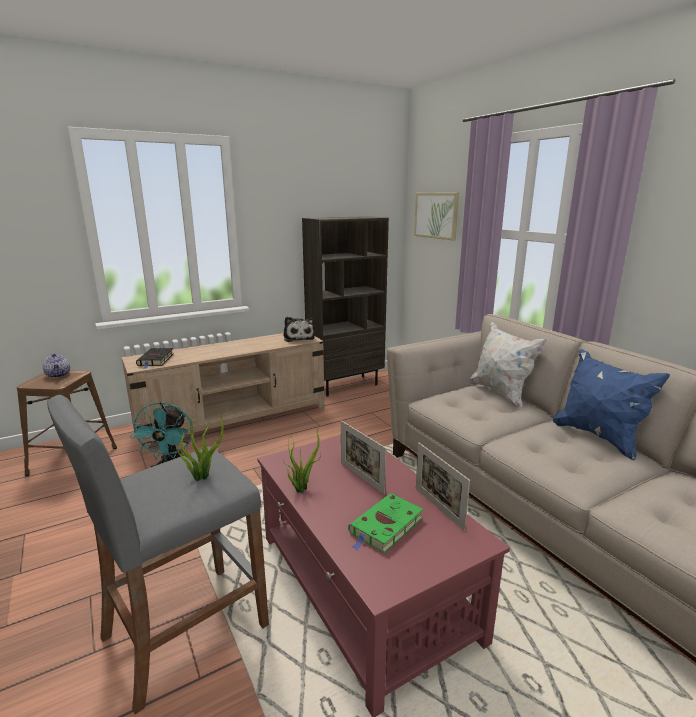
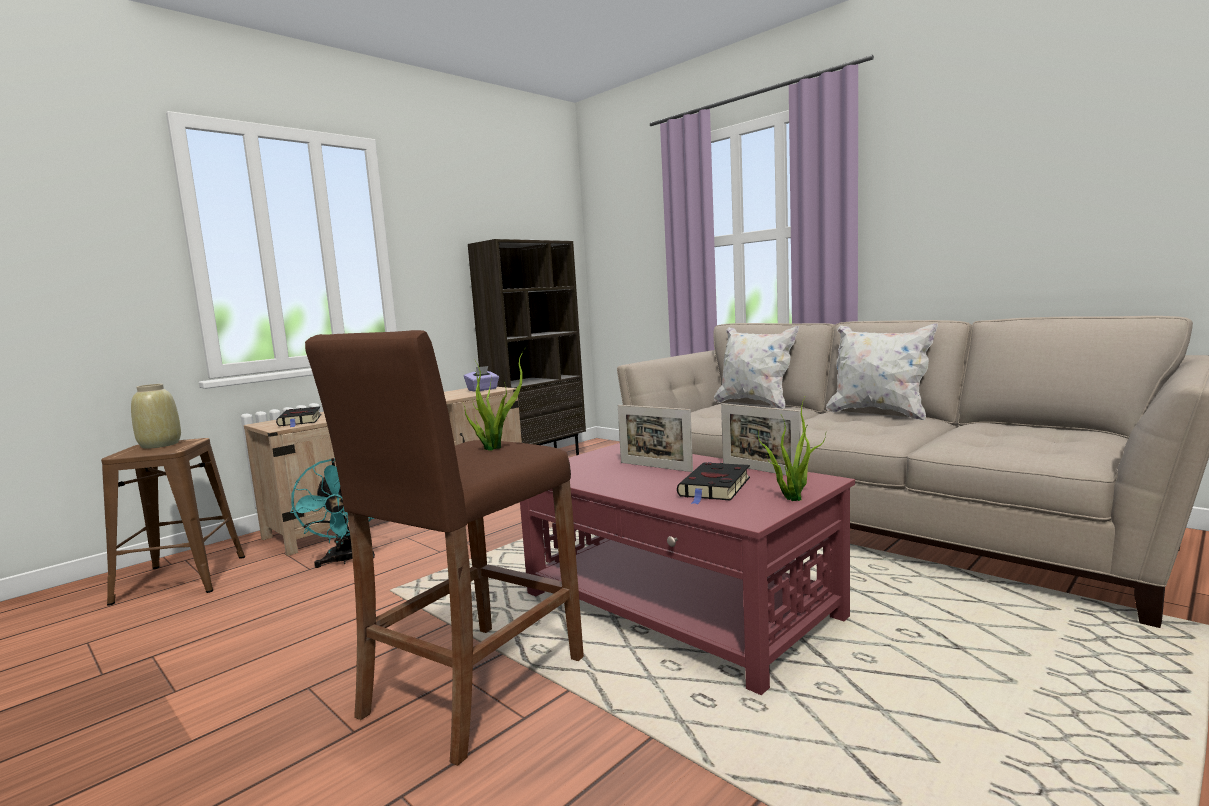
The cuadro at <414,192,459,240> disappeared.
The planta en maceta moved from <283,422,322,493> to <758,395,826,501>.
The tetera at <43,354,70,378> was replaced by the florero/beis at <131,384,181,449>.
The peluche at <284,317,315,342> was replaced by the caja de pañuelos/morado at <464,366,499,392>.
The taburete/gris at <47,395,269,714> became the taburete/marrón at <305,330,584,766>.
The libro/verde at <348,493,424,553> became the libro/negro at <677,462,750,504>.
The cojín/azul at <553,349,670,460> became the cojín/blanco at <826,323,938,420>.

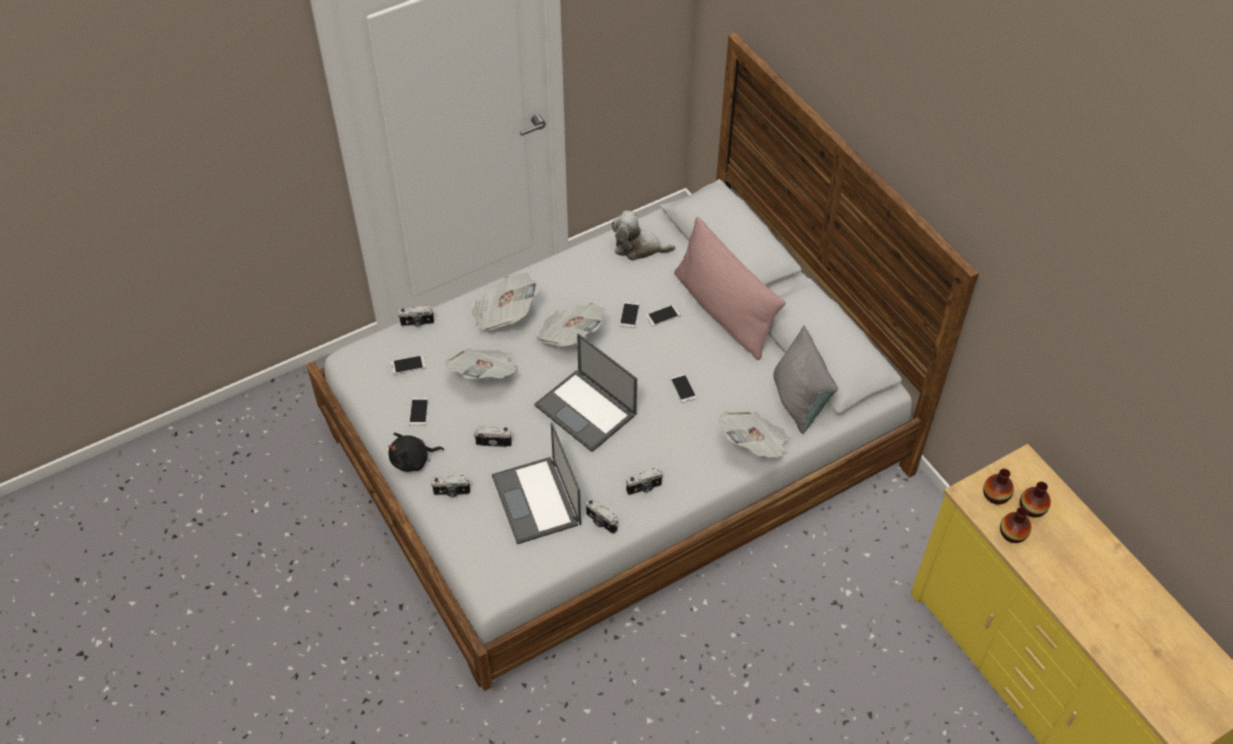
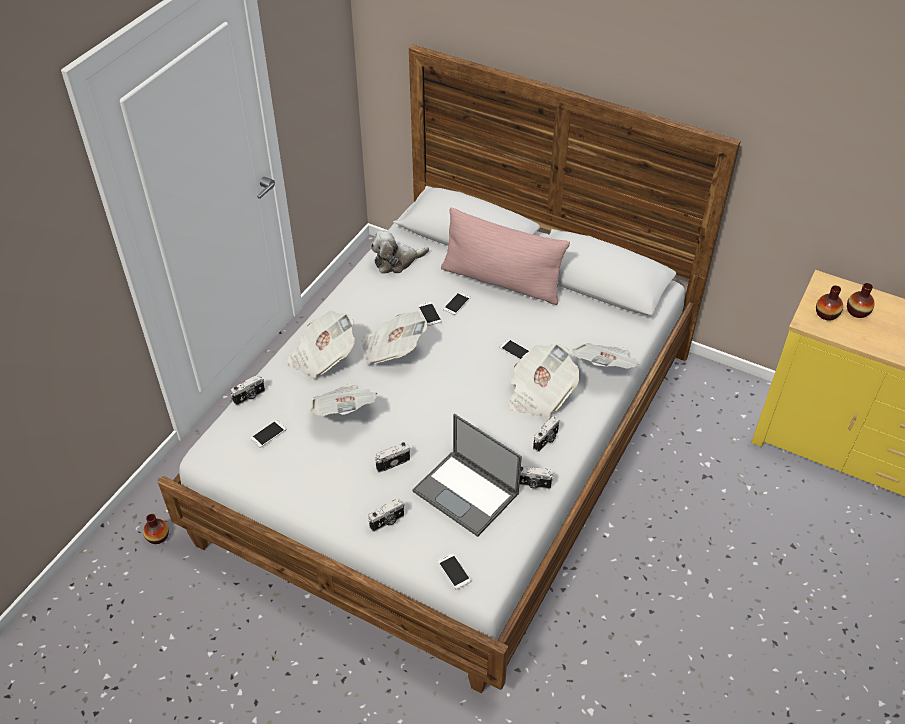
The peluche/negro at <388,433,444,472> disappeared.
The portátil at <535,333,637,452> disappeared.
The cojín/gris at <773,326,838,434> disappeared.
The periódico at <509,344,579,418> appeared.
The móvil moved from <409,397,429,426> to <437,553,471,590>.
The florero moved from <1000,507,1031,543> to <143,514,169,544>.

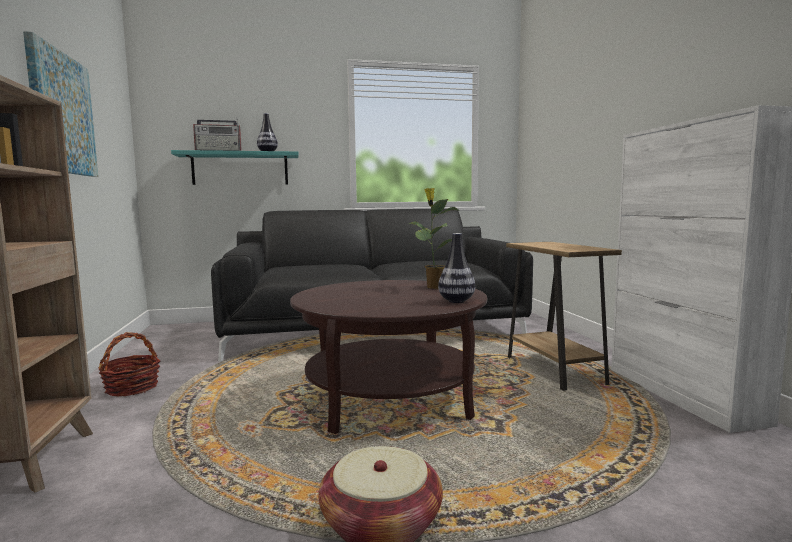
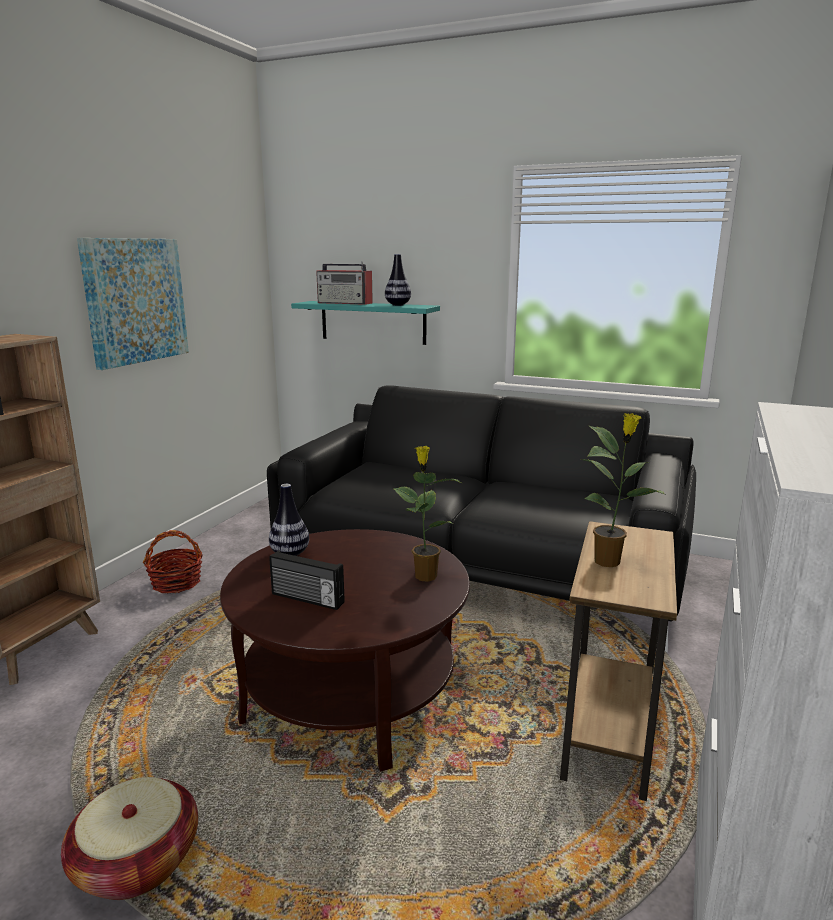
The radio at <269,550,345,610> appeared.
The planta en maceta at <580,413,667,567> appeared.
The florero moved from <438,233,475,303> to <269,484,309,556>.

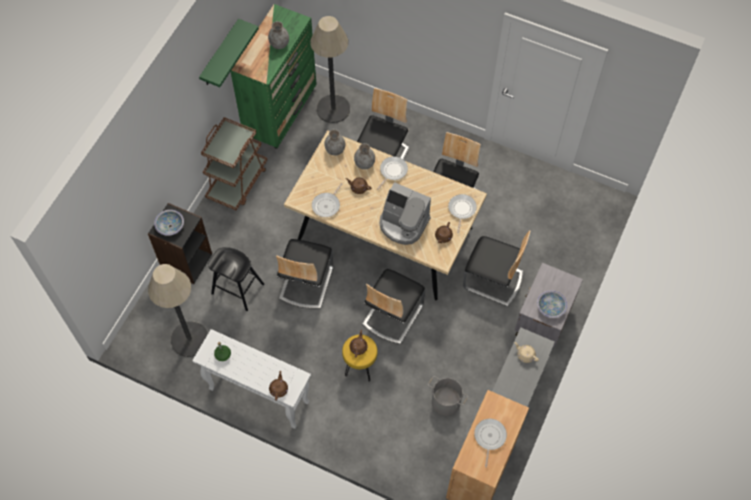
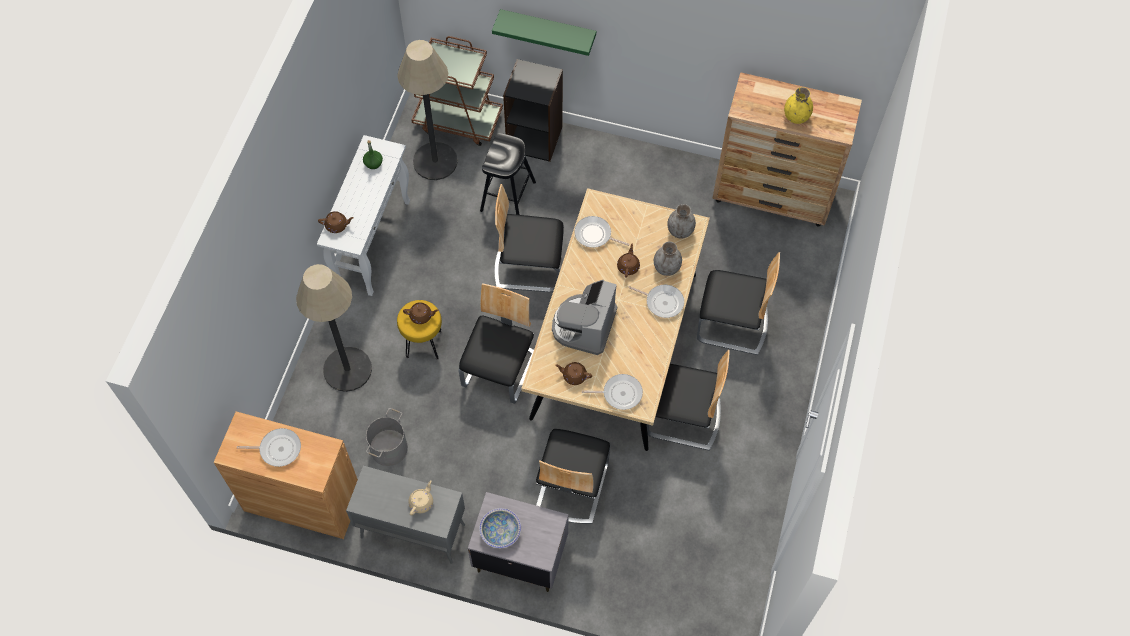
The cuenco at <154,210,184,236> disappeared.
The estante/verde moved from <199,19,259,87> to <492,9,596,56>.
The carrito/marrón moved from <201,117,267,211> to <411,36,503,146>.
The lámpara de pie moved from <310,16,350,123> to <296,264,372,392>.
The cómoda/verde at <231,4,316,149> became the cómoda/marrón at <712,72,862,226>.
The florero/gris at <268,21,289,49> became the florero/amarillo at <784,87,813,124>.
The silla at <362,269,425,344> turned 90 degrees clockwise.

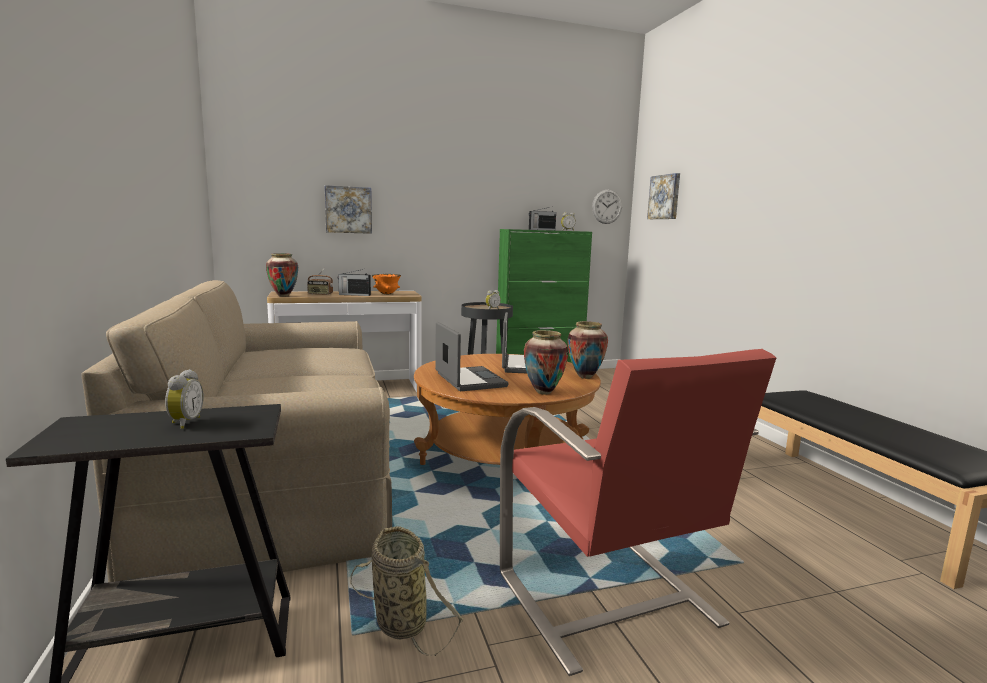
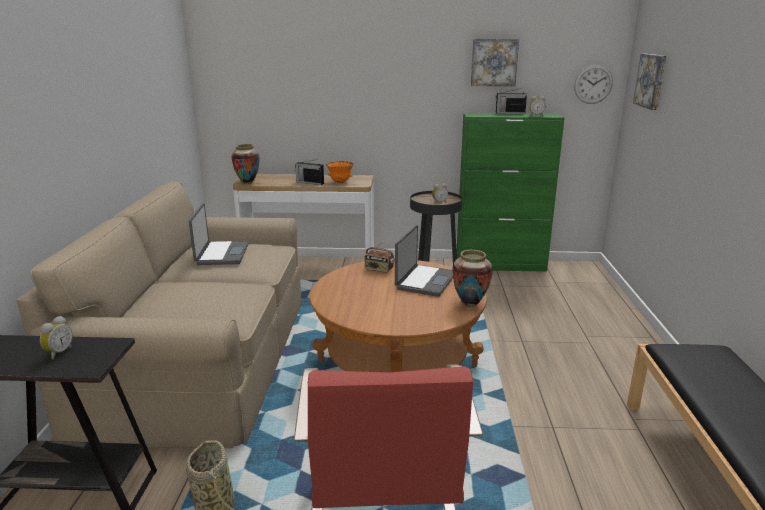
The florero at <524,330,568,395> disappeared.
The radio moved from <307,269,334,295> to <365,239,394,273>.
The cuadro moved from <325,185,372,234> to <471,39,519,86>.
The portátil moved from <435,322,509,391> to <189,204,249,265>.

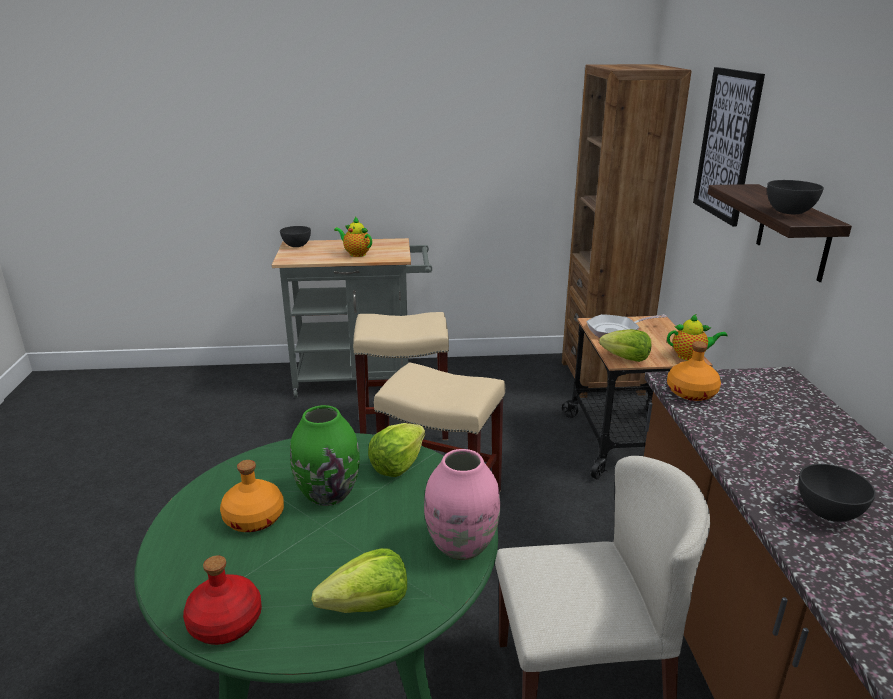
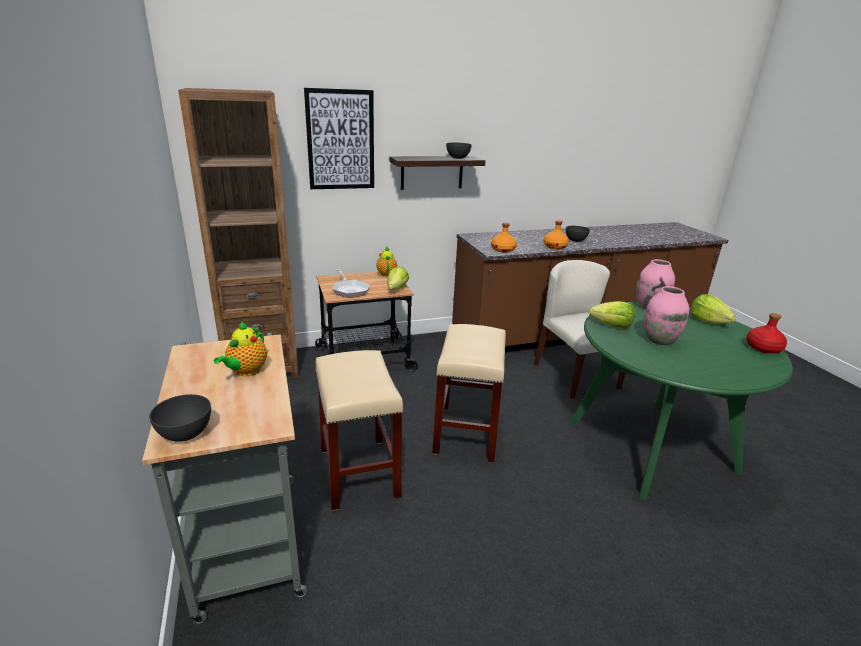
The botella/naranja moved from <220,460,284,532> to <543,220,569,249>.
The florero/verde at <290,405,360,506> became the florero/rosa at <644,286,689,345>.

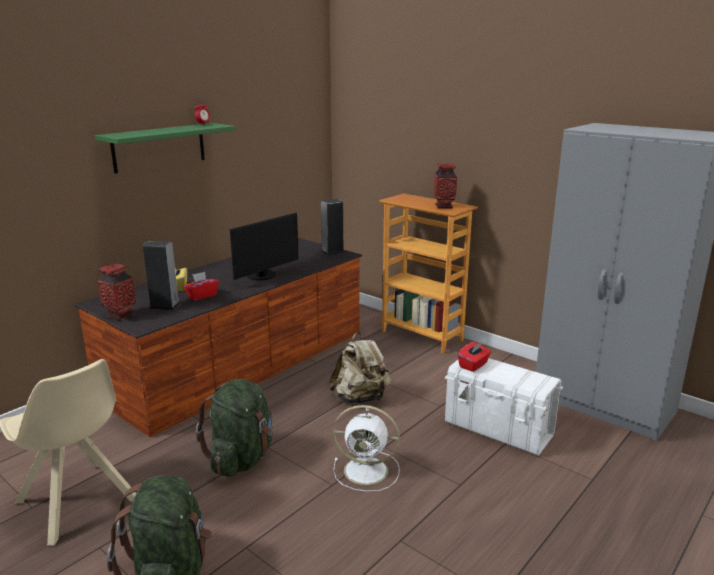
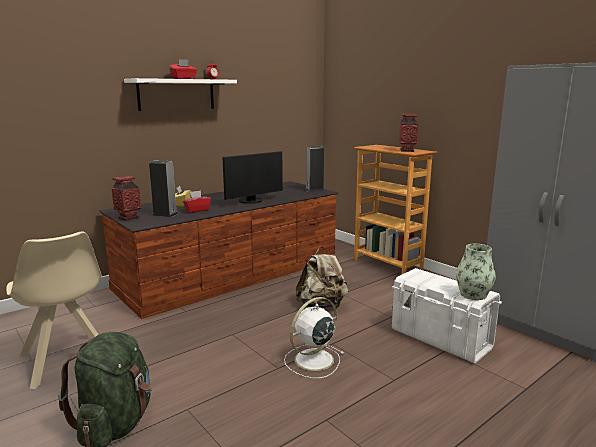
The mochila/verde at <196,379,273,477> disappeared.
The florero at <456,243,496,300> appeared.
The caja de pañuelos/rojo moved from <458,342,491,372> to <169,59,197,79>.
The estante/verde at <95,123,236,174> became the estante/blanco at <124,78,237,111>.
The ventilador/blanco at <333,405,400,492> turned 120 degrees clockwise.

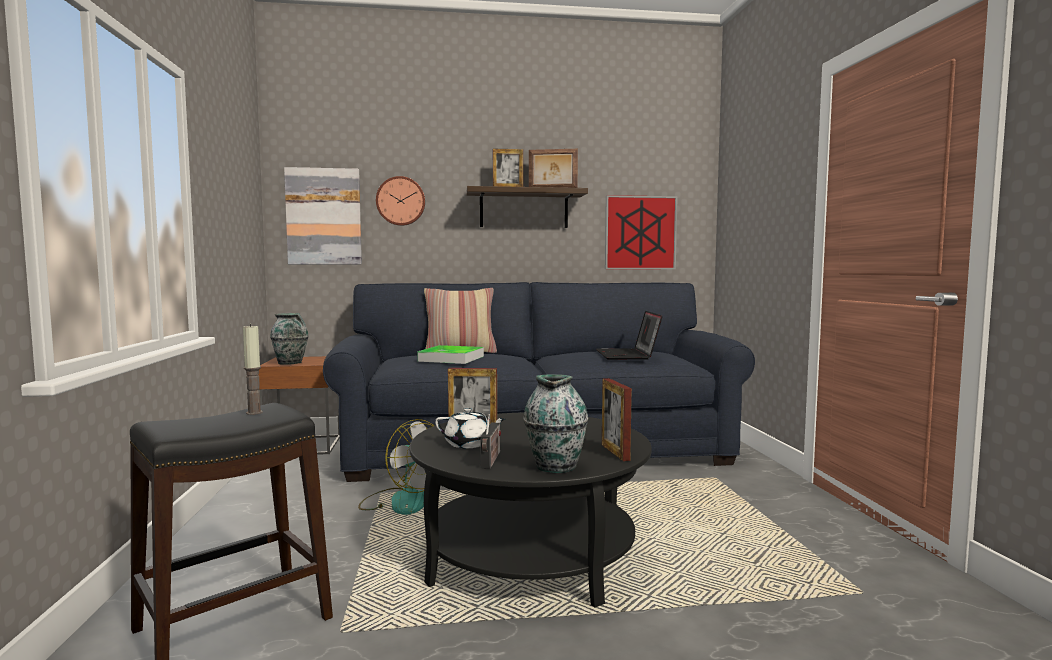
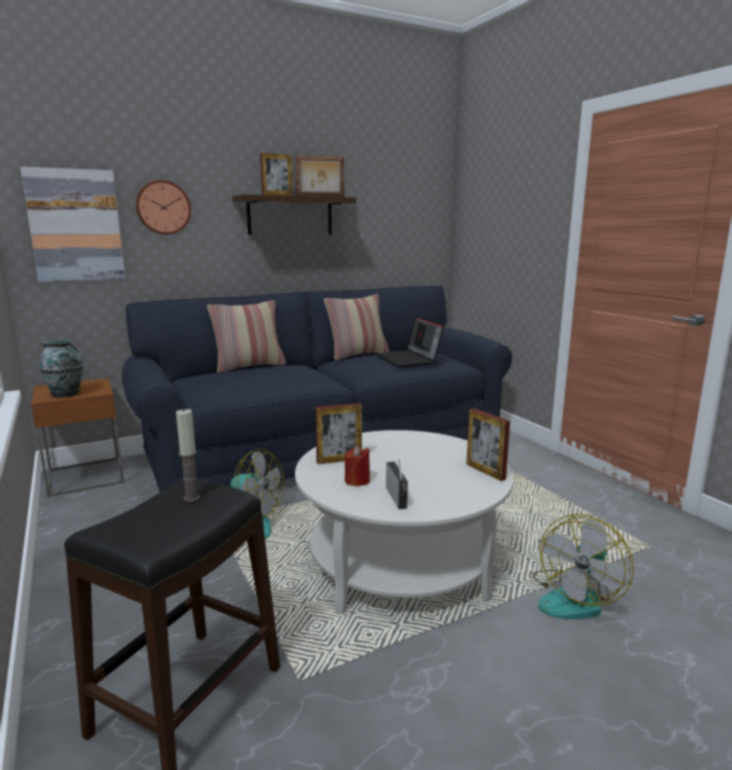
The bandeja at <418,345,484,364> disappeared.
The florero at <523,374,588,473> disappeared.
The cuadro at <605,195,678,269> disappeared.
The cojín at <324,294,389,360> appeared.
The ventilador at <533,514,634,619> appeared.
The tetera/blanco at <435,408,506,448> was replaced by the vela/rojo at <345,446,370,486>.
The mesa de centro/negro at <409,413,652,607> became the mesa de centro/blanco at <295,430,514,614>.

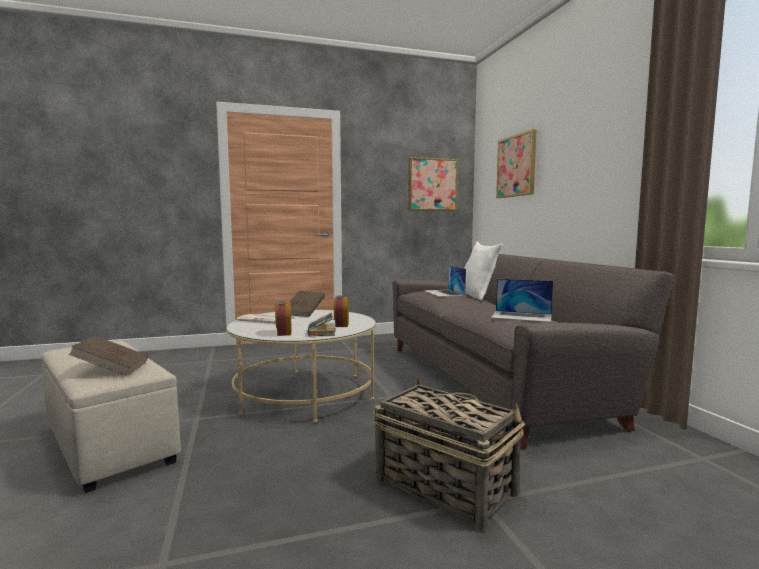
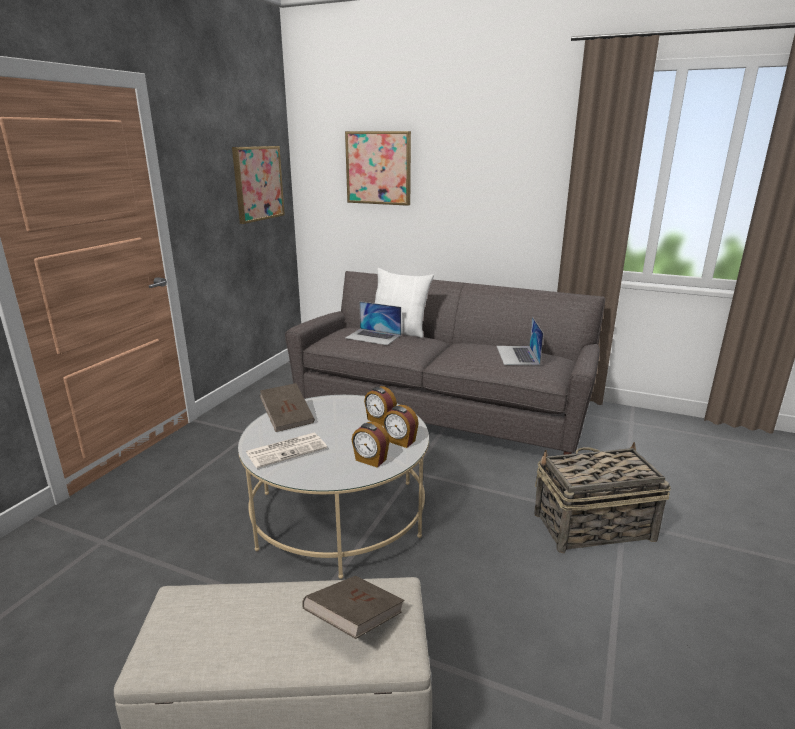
The libro at <307,312,336,337> was replaced by the despertador at <383,405,419,448>.
The portátil at <491,279,553,322> turned 120 degrees clockwise.

